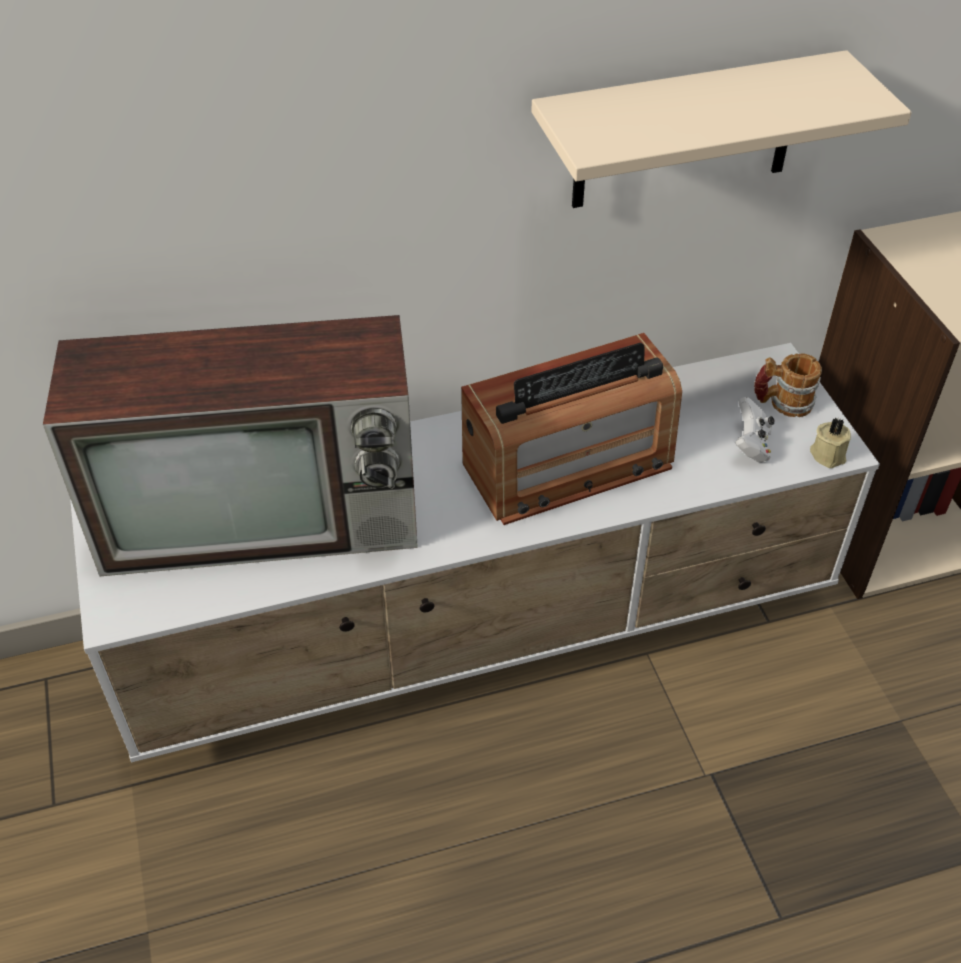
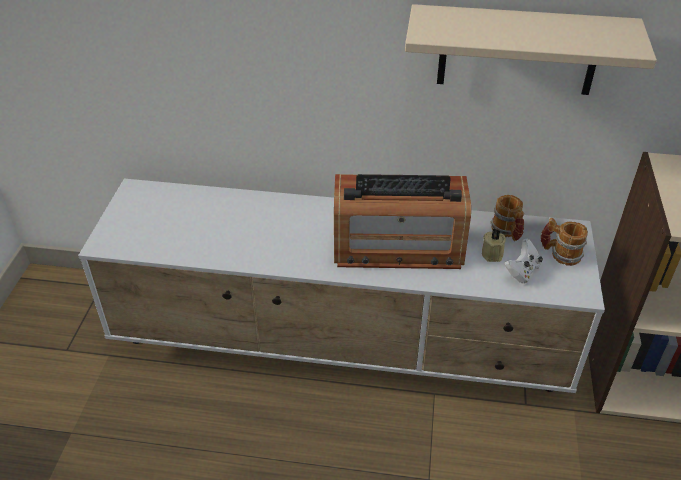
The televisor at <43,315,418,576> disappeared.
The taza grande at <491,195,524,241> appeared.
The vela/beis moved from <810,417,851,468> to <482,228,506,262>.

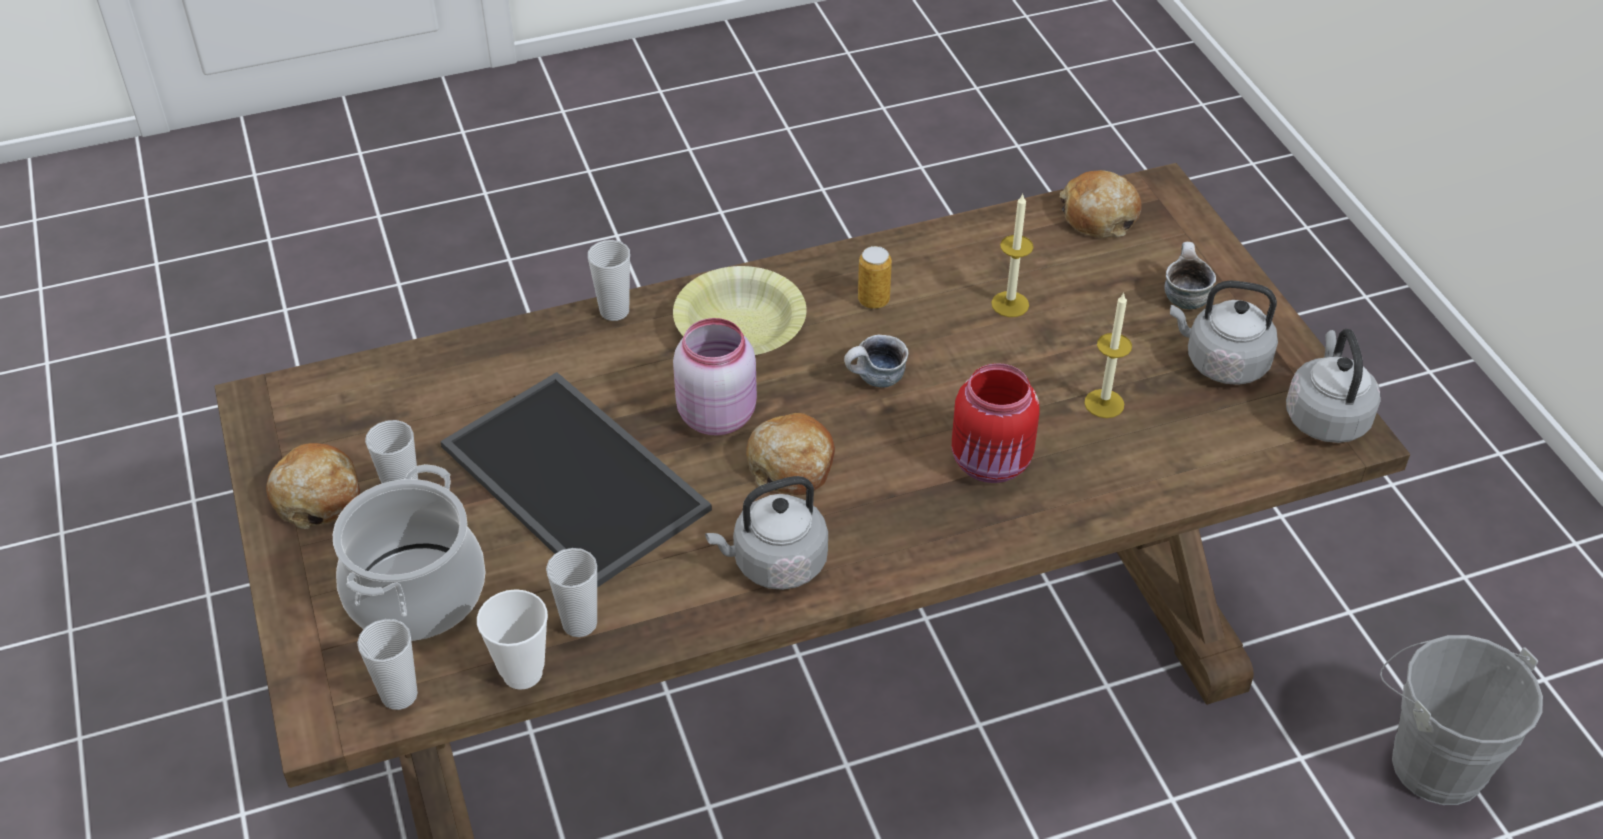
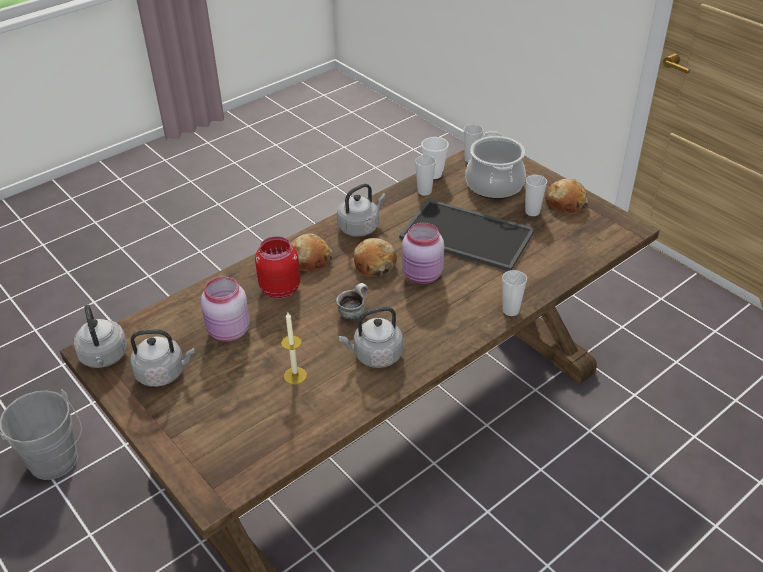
The cuenco/amarillo at <673,266,807,355> disappeared.
The taza grande at <1165,242,1216,309> disappeared.
The pan moved from <1059,170,1142,238> to <291,233,333,272>.
The lata at <858,246,892,309> was replaced by the hervidor/gris at <338,307,403,368>.
The vela at <1084,293,1132,418> was replaced by the tarro/rosa at <201,277,250,342>.

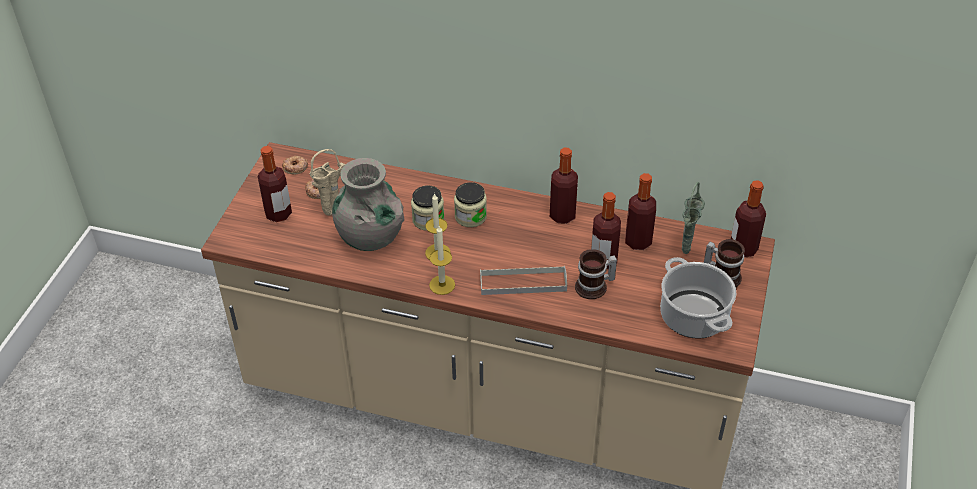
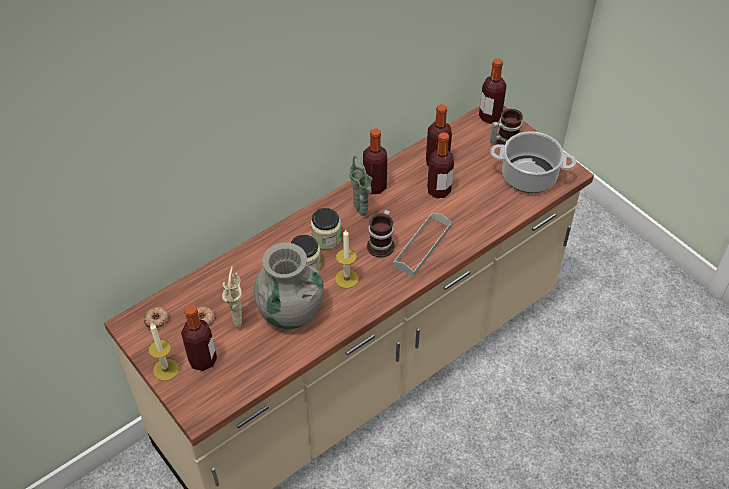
The vela moved from <429,226,455,295> to <148,323,179,381>.
The taza grande moved from <575,249,617,299> to <367,210,395,258>.
The florero/verde moved from <682,182,705,254> to <349,155,373,216>.

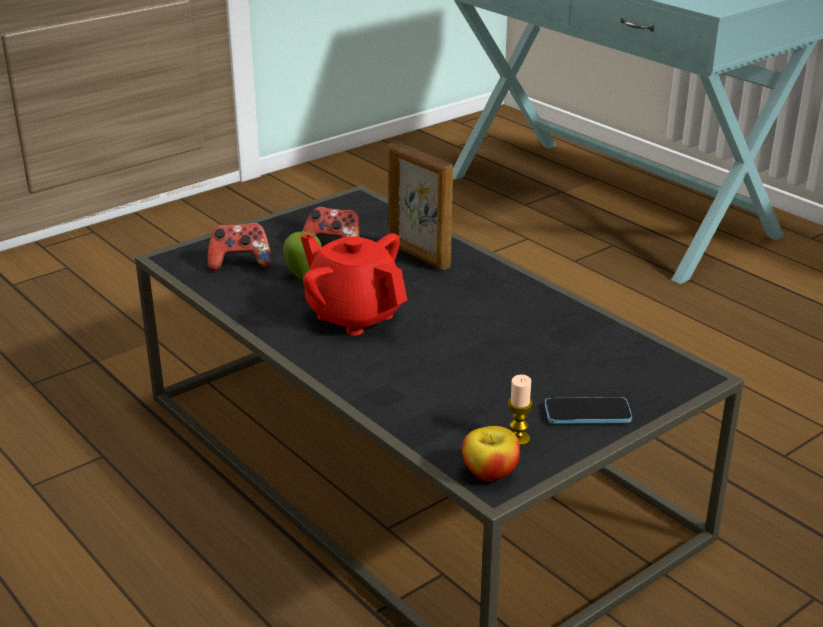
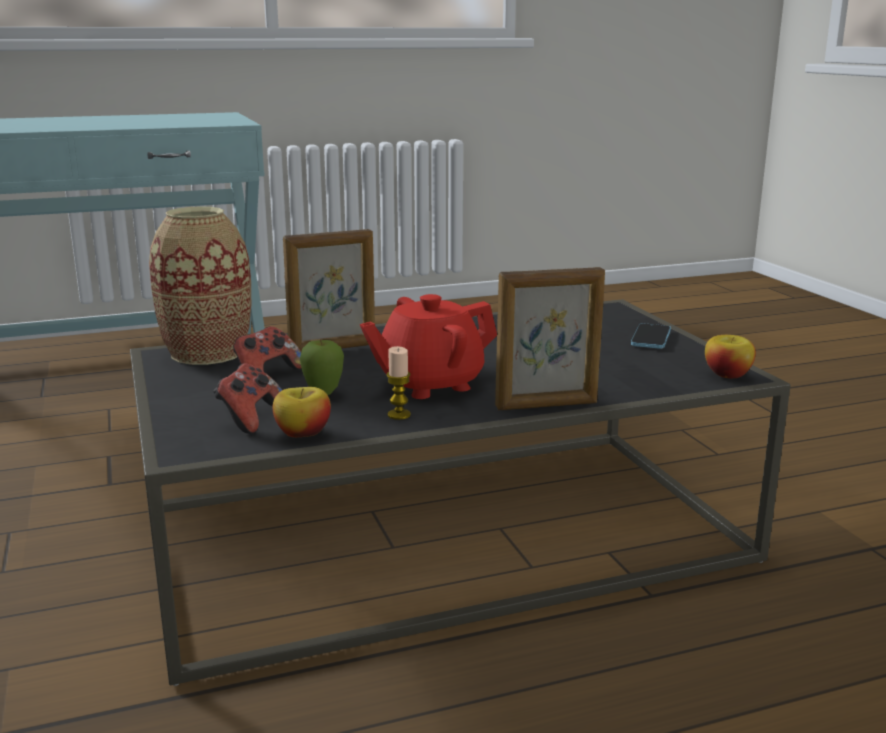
The florero at <149,206,251,365> appeared.
The manzana at <273,387,331,437> appeared.
The portarretratos at <495,267,605,410> appeared.
The vela moved from <508,374,533,446> to <386,346,411,420>.

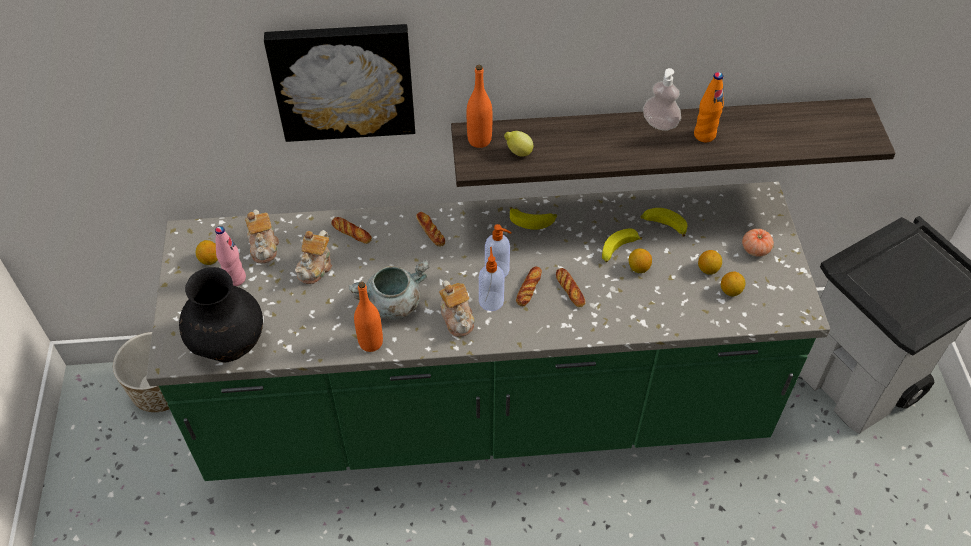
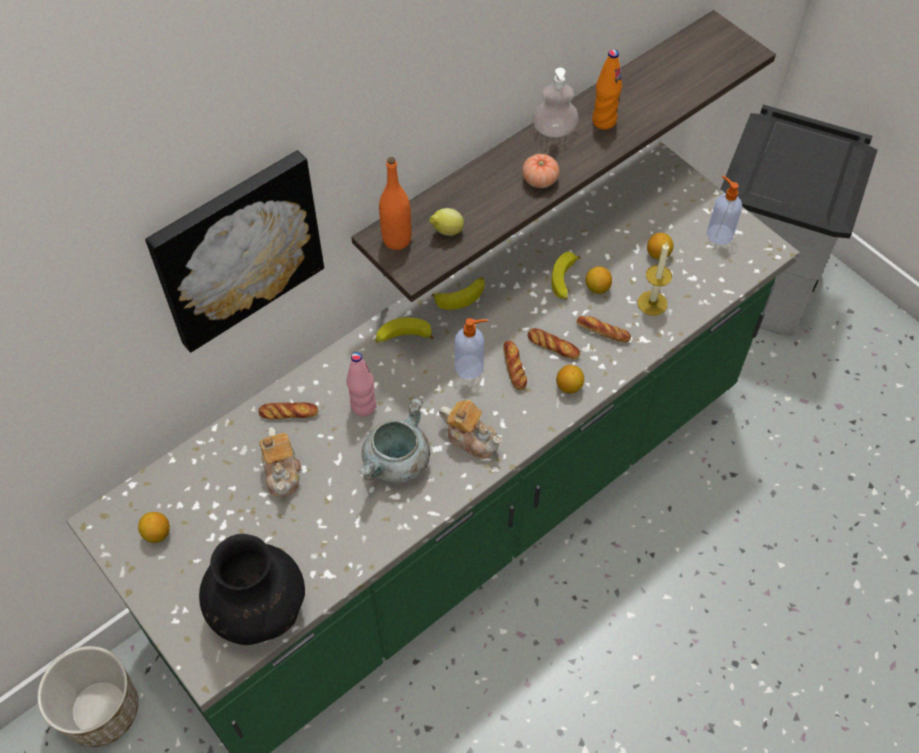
The tetera at <245,209,279,263> disappeared.
The botella/naranja at <354,282,383,352> disappeared.
The vela at <638,242,672,316> appeared.
The botella/rosa moved from <215,226,246,286> to <347,352,376,416>.
The pan moved from <416,212,445,247> to <577,316,631,343>.
The dispensador de jabón moved from <479,247,505,311> to <707,175,742,245>.
The plátano moved from <641,208,687,237> to <375,317,434,342>.
The limón moved from <721,272,745,296> to <556,365,584,394>.
The tomate moved from <742,229,774,257> to <522,154,559,188>.

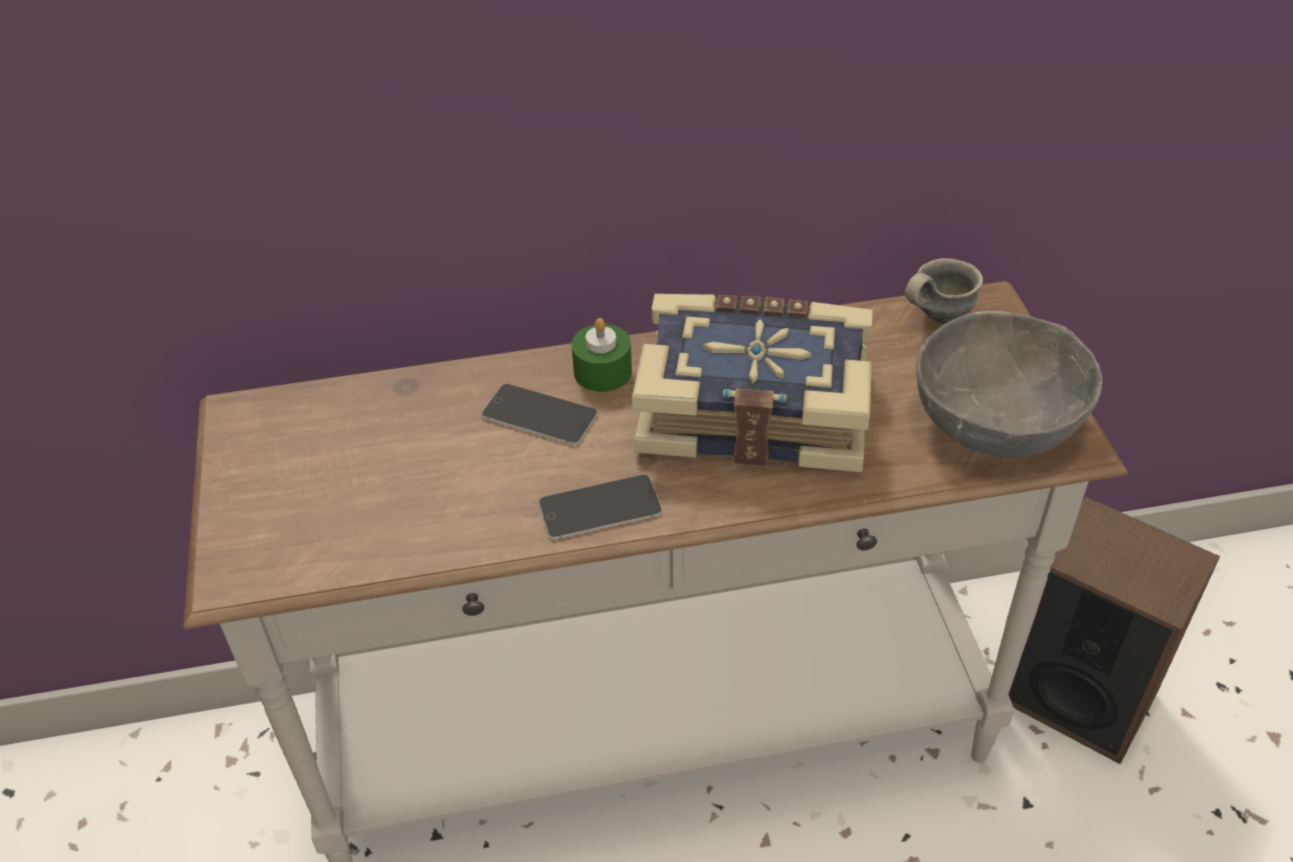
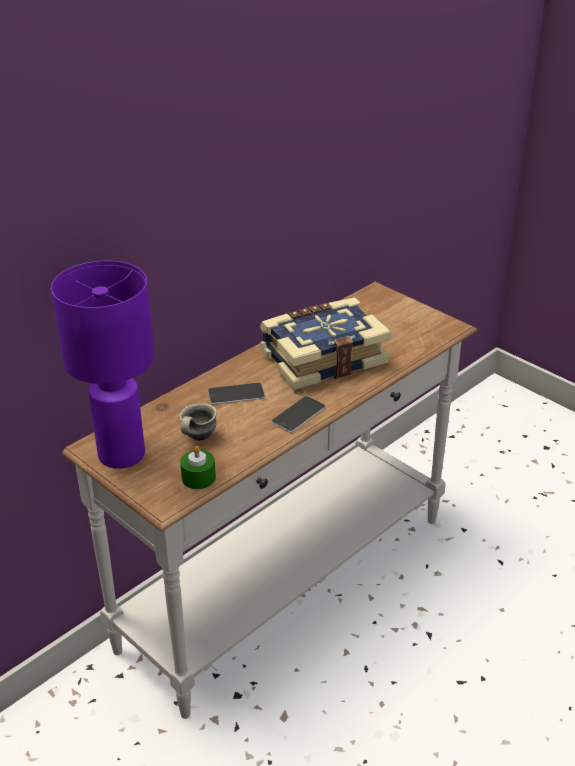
The cuenco/gris at <916,311,1103,458> disappeared.
The altavoz at <1008,497,1220,764> disappeared.
The lámpara de mesa/morado at <51,260,155,469> appeared.
The vela/verde moved from <572,318,632,392> to <180,446,216,489>.
The taza grande/gris moved from <905,258,983,323> to <179,403,217,441>.

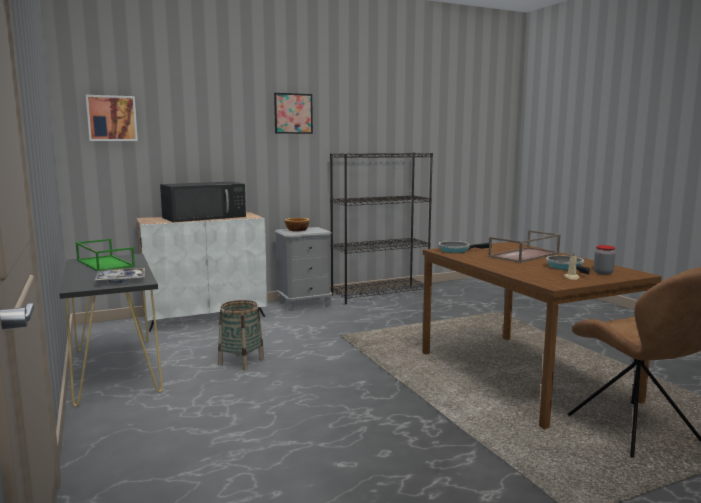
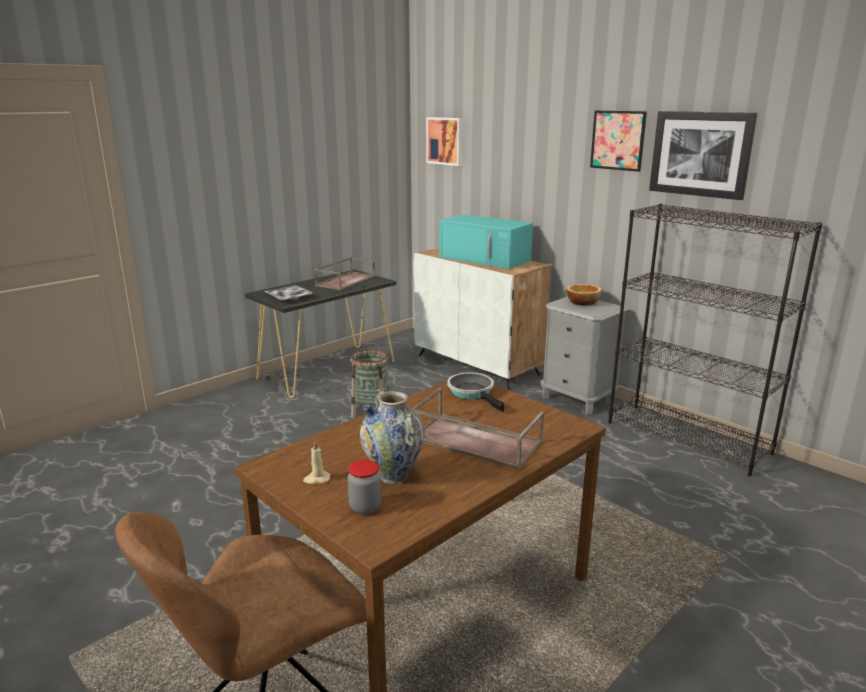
The cuadro at <649,111,758,200> appeared.
The sartén at <546,255,590,275> was replaced by the florero at <360,389,425,484>.
The bandeja/verde at <76,239,135,272> became the bandeja/marrón at <314,257,376,290>.
The microondas/negro at <160,182,246,222> became the microondas/turquesa at <439,215,533,269>.

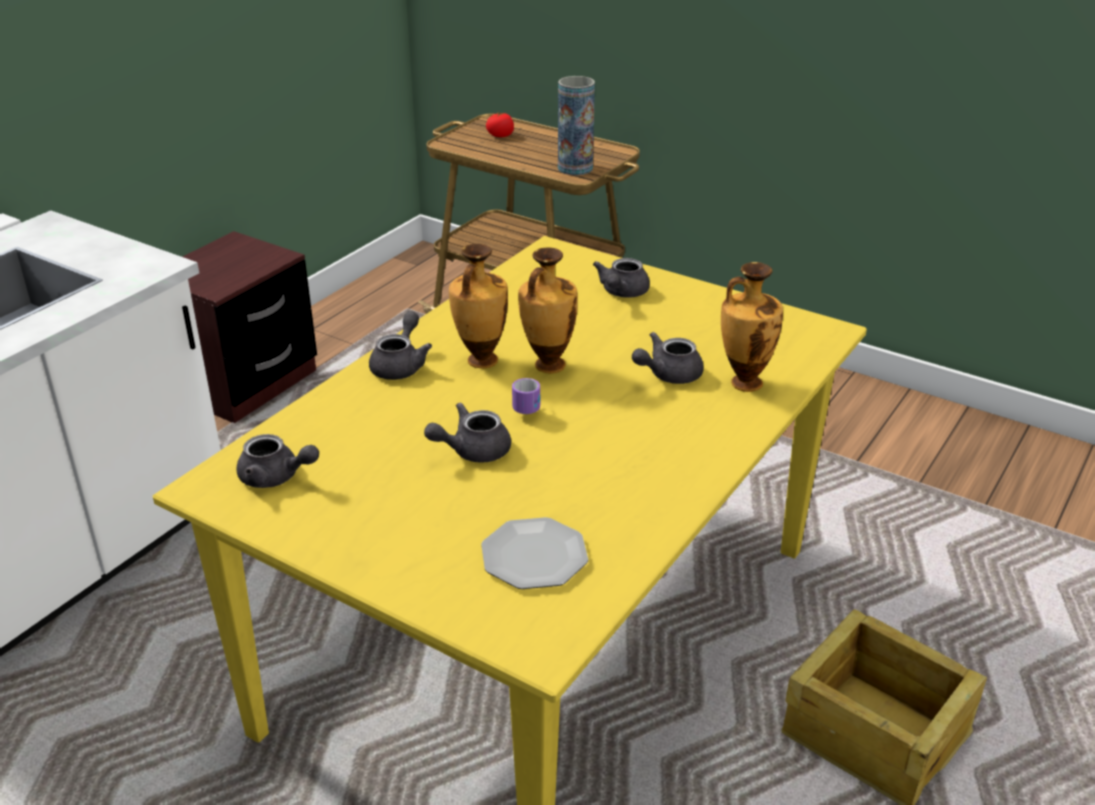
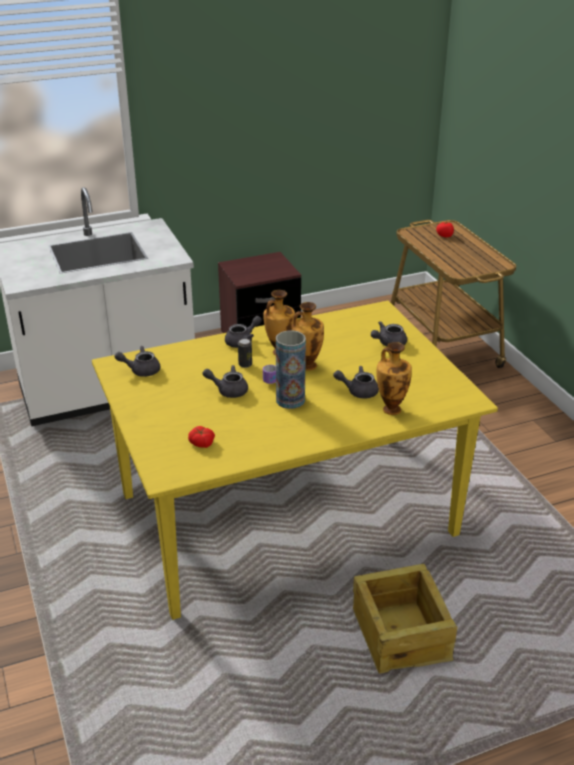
The lata at <238,339,252,368> appeared.
The florero moved from <558,76,595,175> to <276,330,306,409>.
The plato at <481,517,588,589> was replaced by the tomate at <188,426,215,448>.
The tetera/gris at <236,434,319,488> turned 120 degrees clockwise.

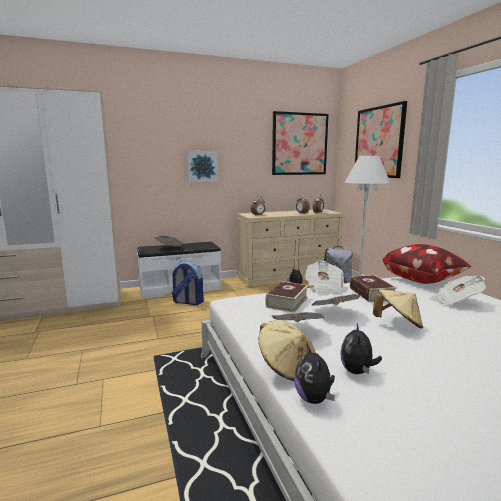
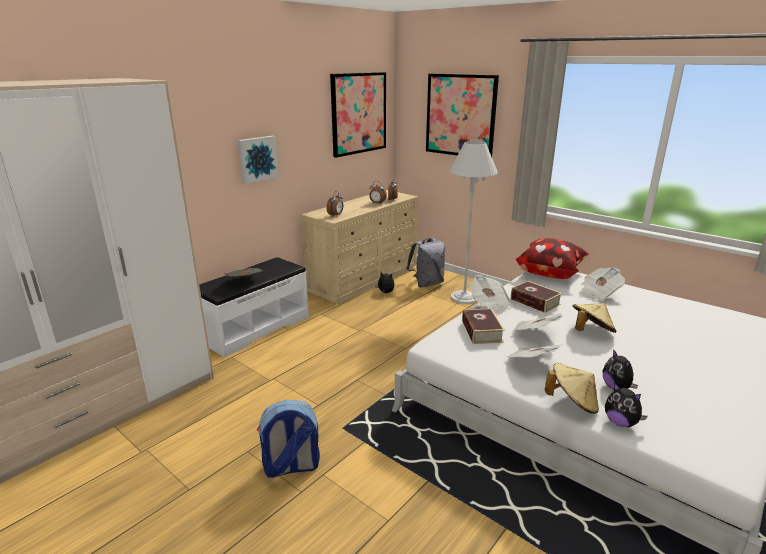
The mochila moved from <172,261,204,305> to <257,400,320,478>.

